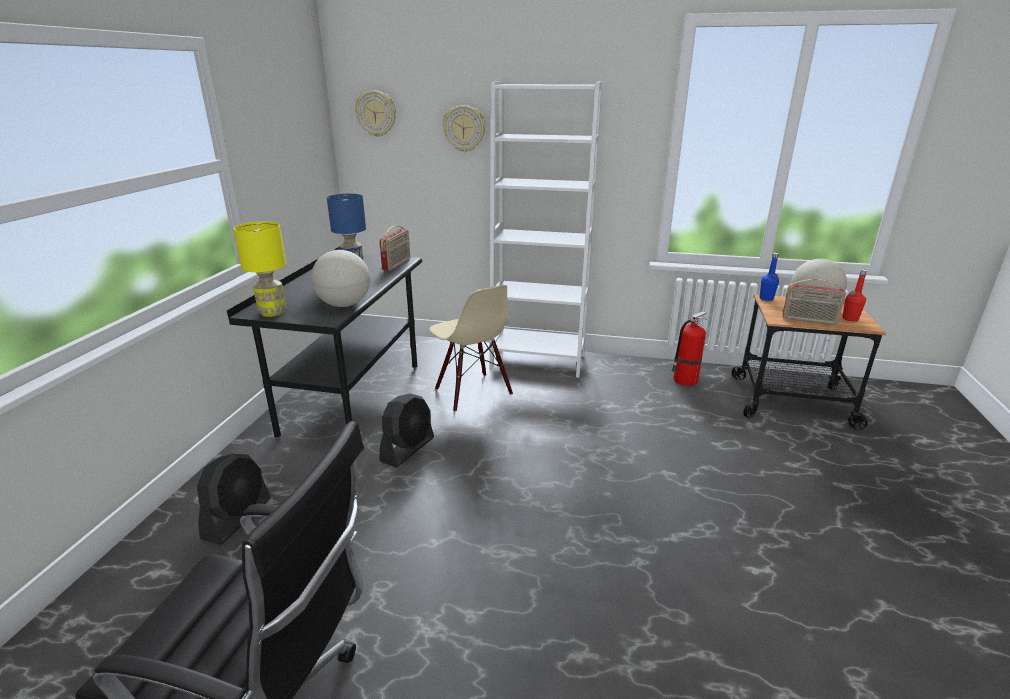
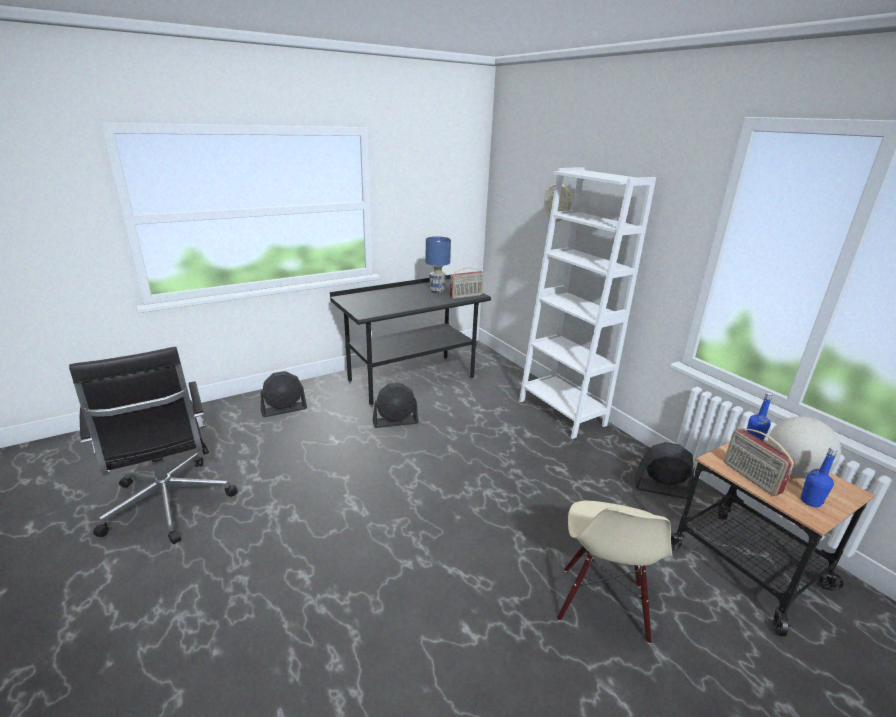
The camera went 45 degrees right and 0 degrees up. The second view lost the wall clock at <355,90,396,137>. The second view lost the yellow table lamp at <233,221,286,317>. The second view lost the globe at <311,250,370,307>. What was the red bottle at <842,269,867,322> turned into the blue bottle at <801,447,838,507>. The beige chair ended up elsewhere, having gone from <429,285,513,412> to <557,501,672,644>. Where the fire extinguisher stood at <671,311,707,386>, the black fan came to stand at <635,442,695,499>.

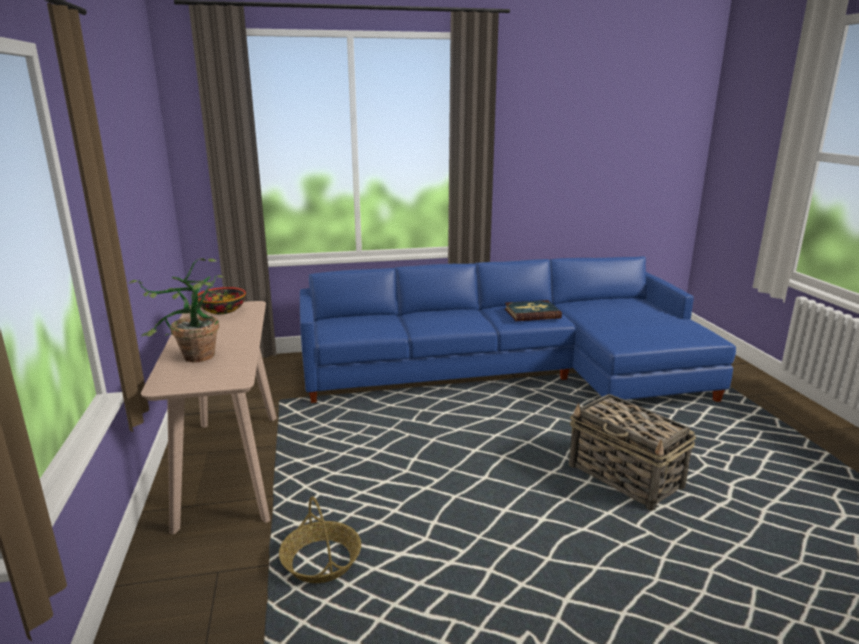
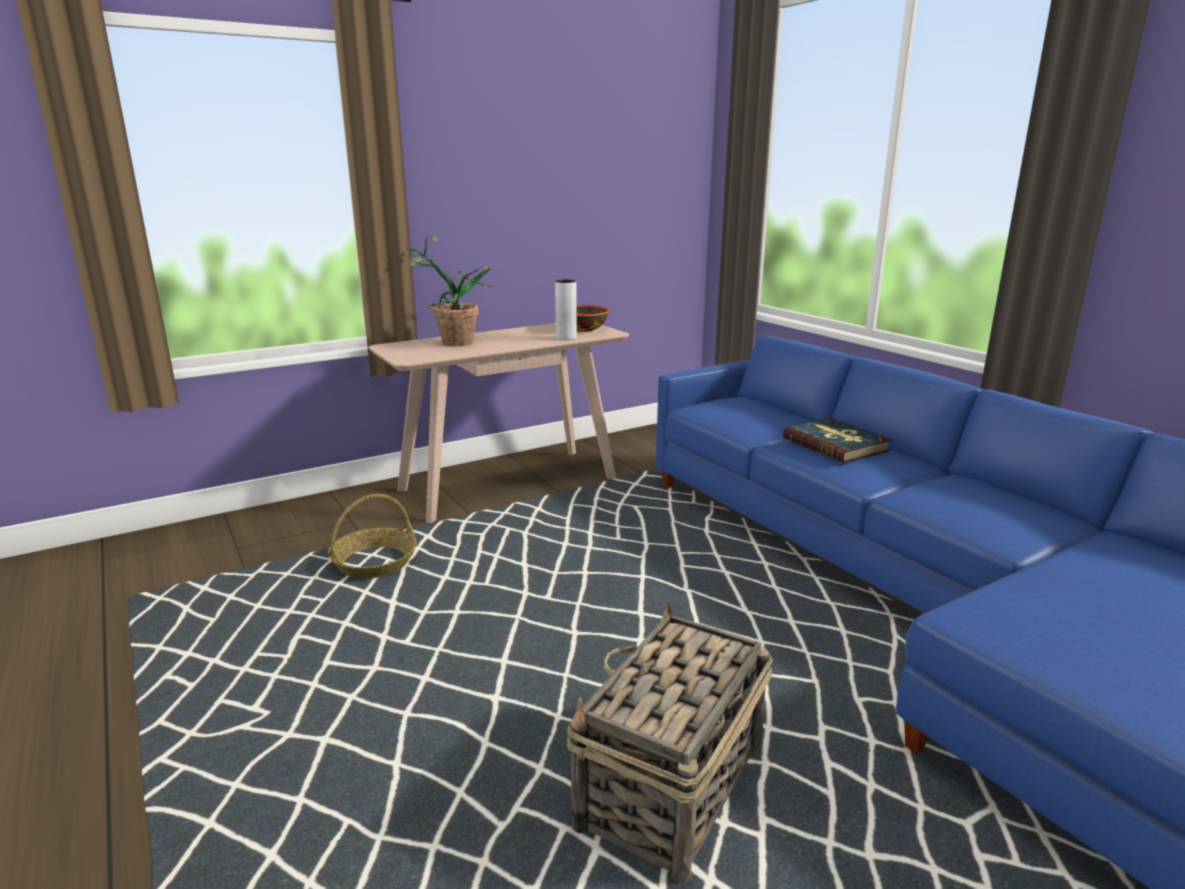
The camera went 70 degrees right and 0 degrees up. The book ended up elsewhere, having gone from <505,300,562,321> to <783,418,892,463>. The second view gained the grey vase at <555,279,577,340>.

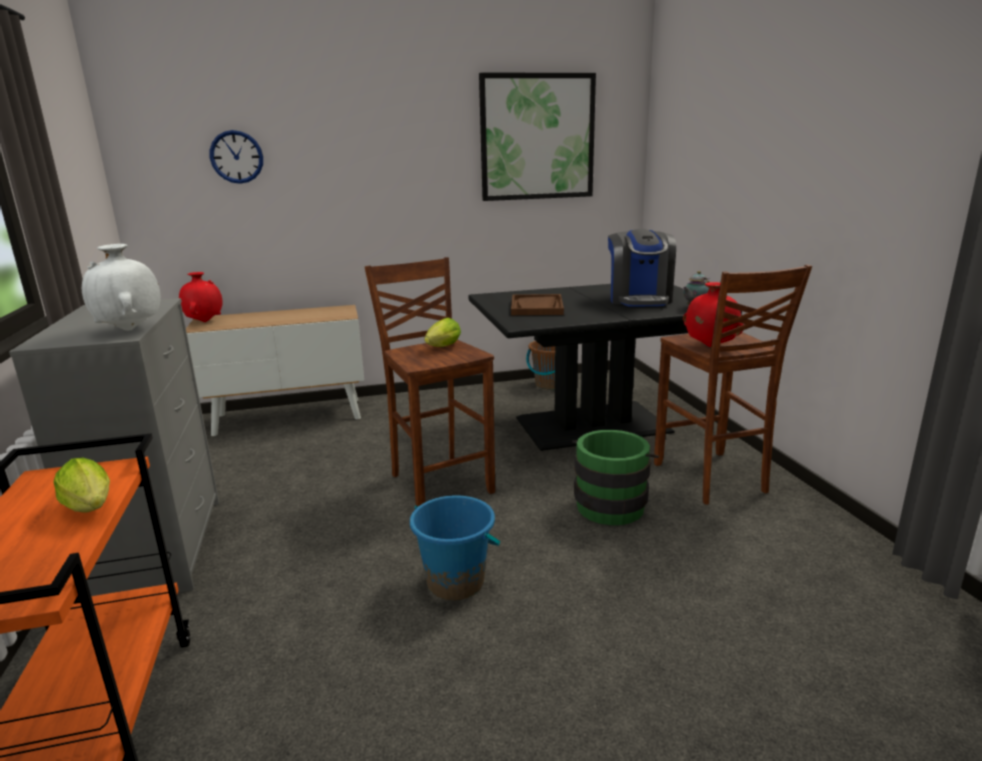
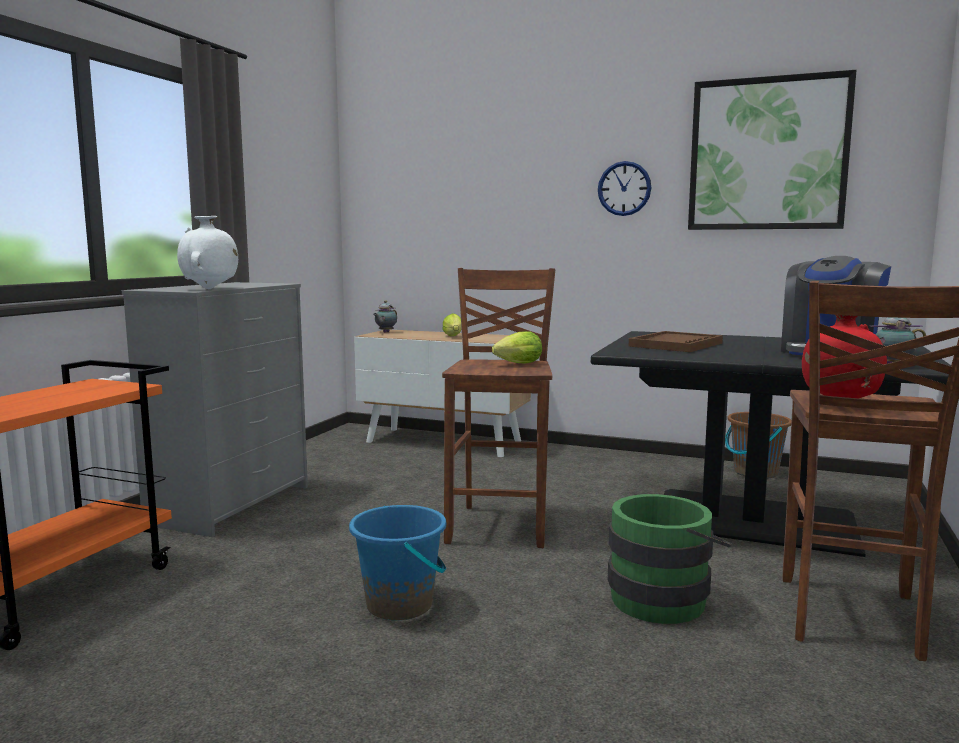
The camera went 35 degrees right and 10 degrees down. The wall clock ended up elsewhere, having gone from <210,130,263,184> to <598,161,651,216>. Where the red vase stood at <179,272,223,322>, the teapot came to stand at <373,301,397,333>. The lettuce ended up elsewhere, having gone from <53,458,110,513> to <442,313,462,336>.

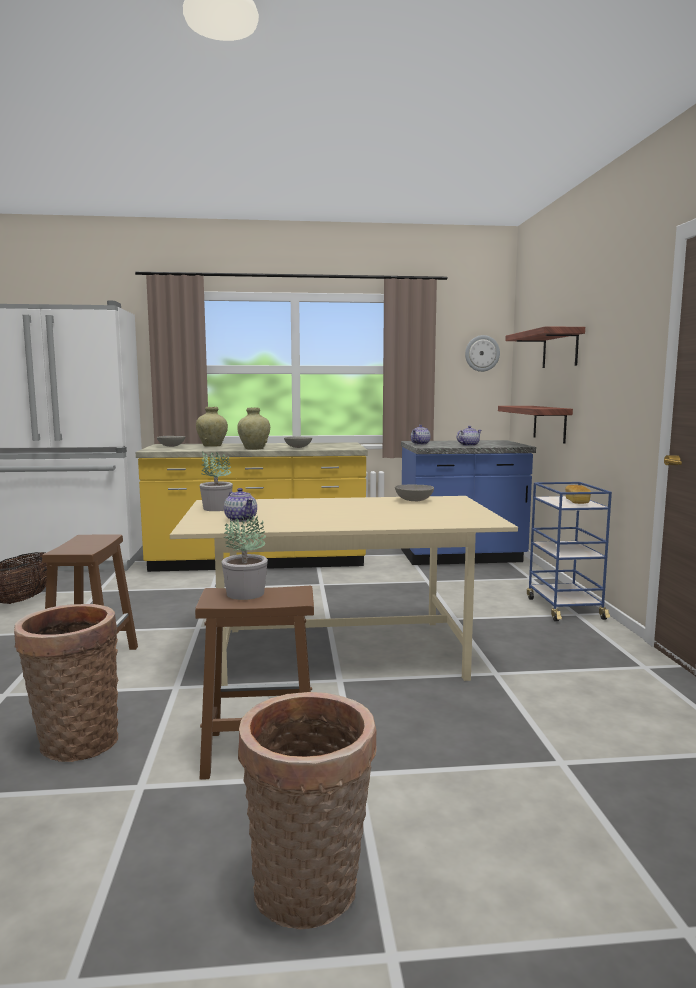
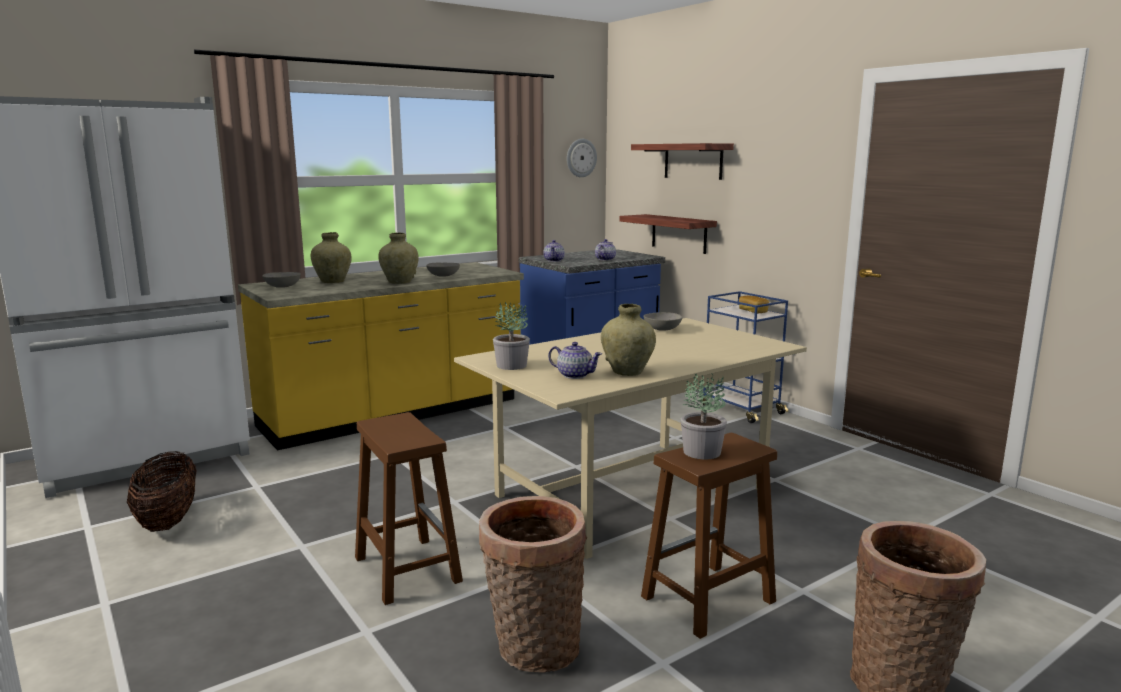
The camera went 30 degrees left and 5 degrees up. The second view gained the beige vase at <601,304,656,376>.

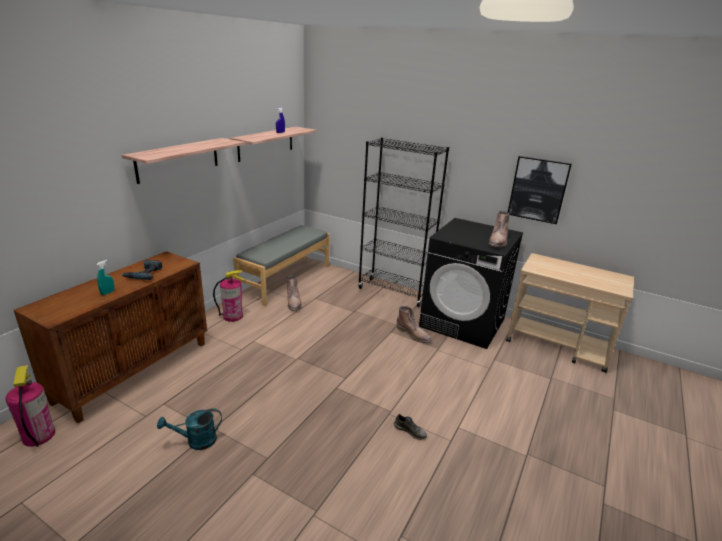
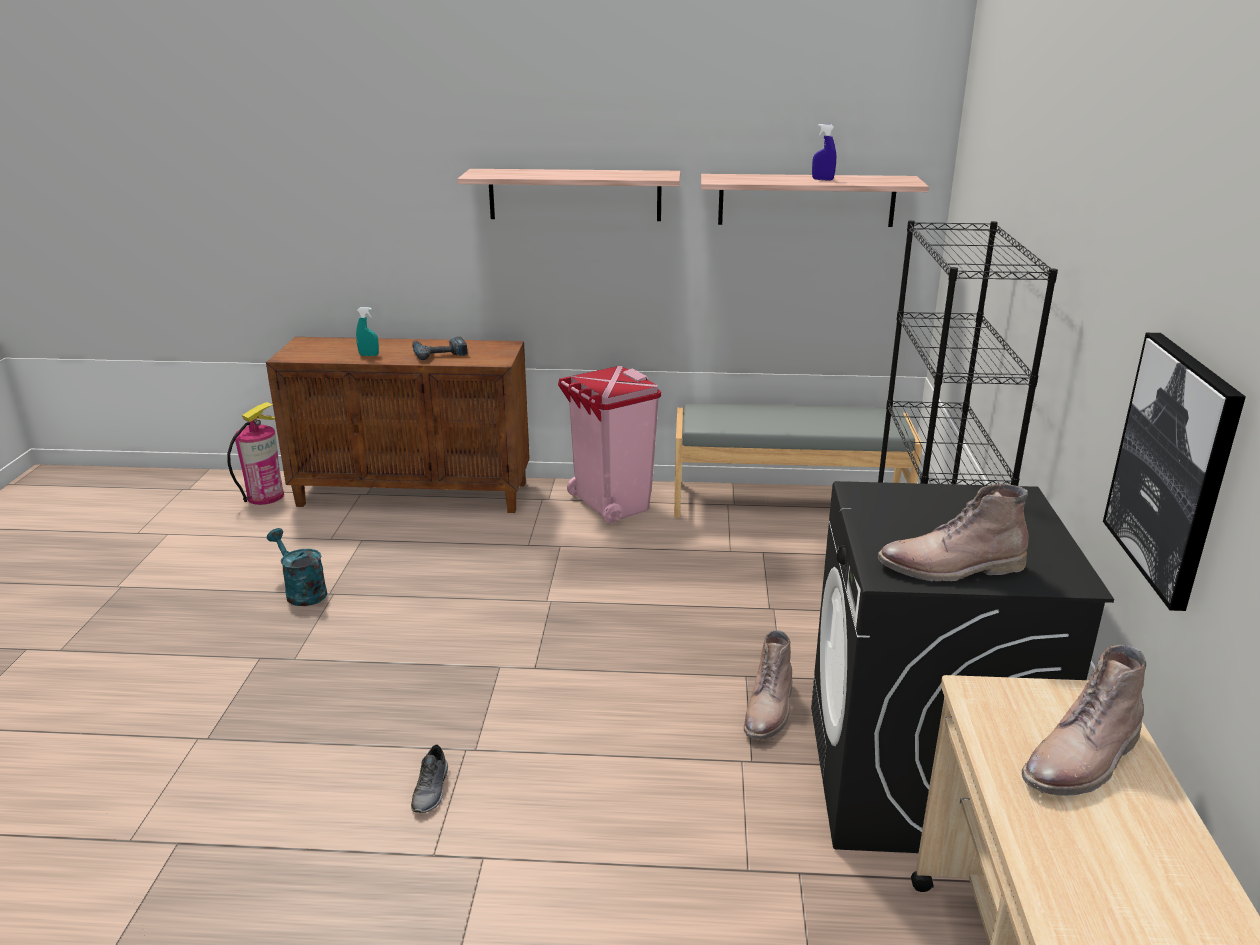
The camera went 65 degrees right and 0 degrees up. Where the fire extinguisher stood at <213,270,244,322>, the pink trash can came to stand at <558,366,661,524>. The brown boot ended up elsewhere, having gone from <287,275,302,311> to <1022,645,1146,796>.

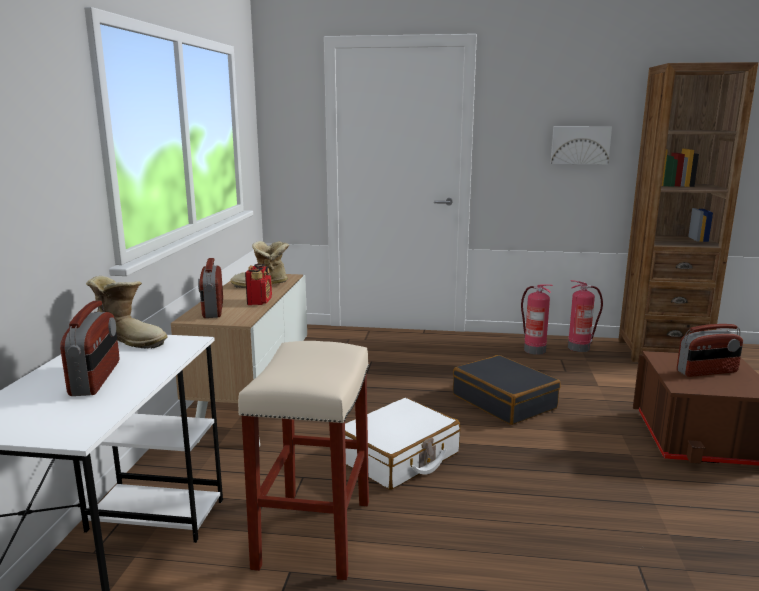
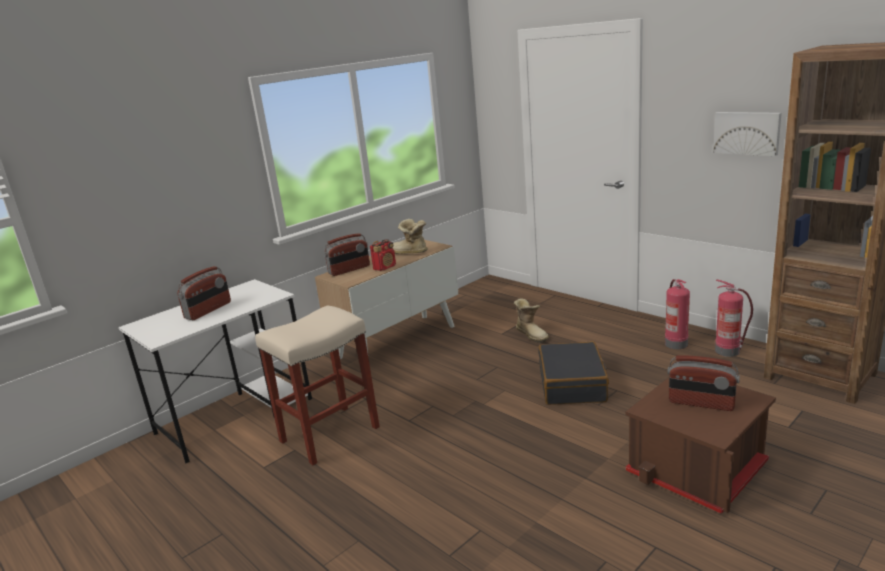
The camera went 40 degrees right and 5 degrees up. The radio at <198,258,223,318> ended up facing another way, 150 degrees counterclockwise from before. The boot ended up elsewhere, having gone from <86,276,168,349> to <514,299,549,343>. The second view lost the white suitcase at <345,398,460,490>.

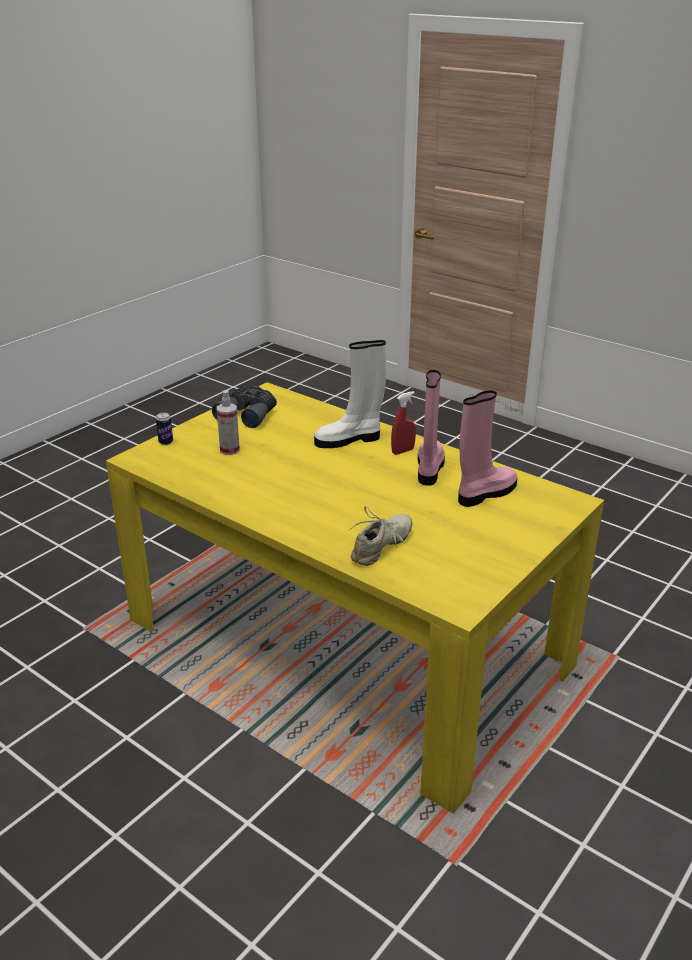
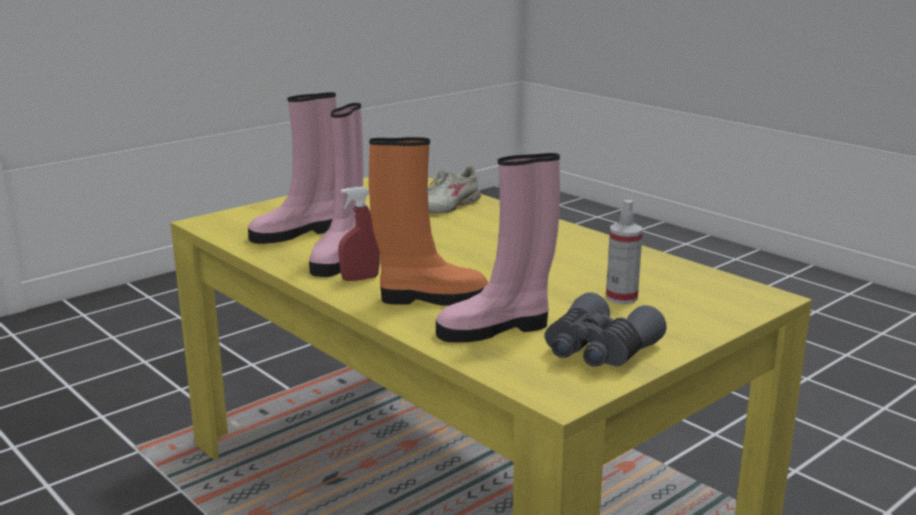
The camera went 170 degrees left and 10 degrees down. What was the white boot at <314,340,386,448> turned into the orange boot at <369,137,488,306>. The second view lost the can at <156,412,173,445>. The second view gained the pink boot at <436,153,560,343>.

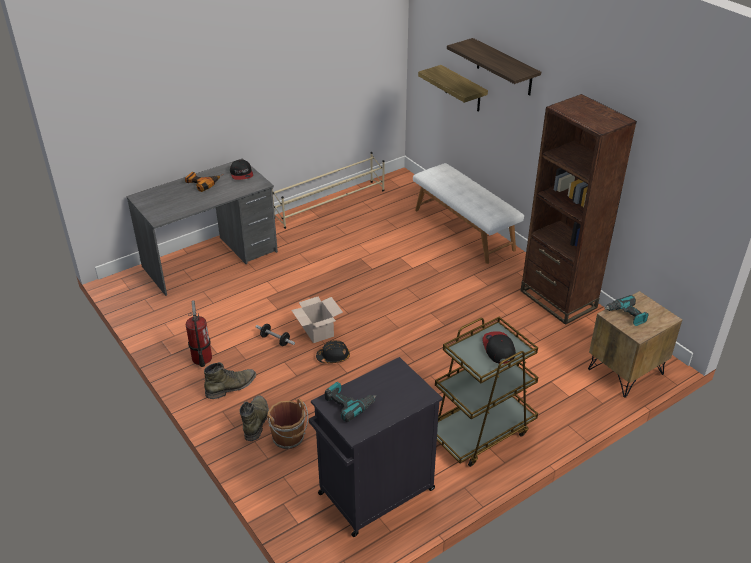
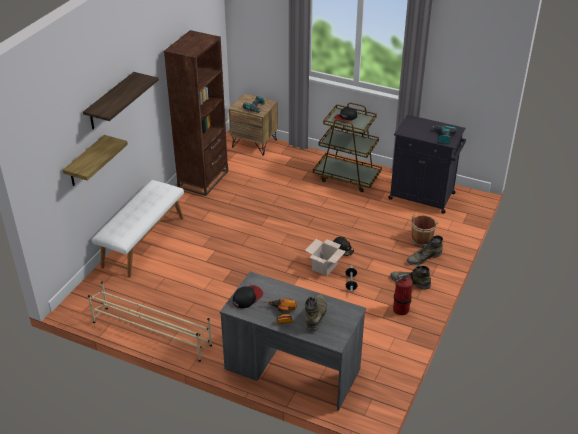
The camera went 120 degrees left and 0 degrees up. The second view gained the green boot at <305,294,328,331>.

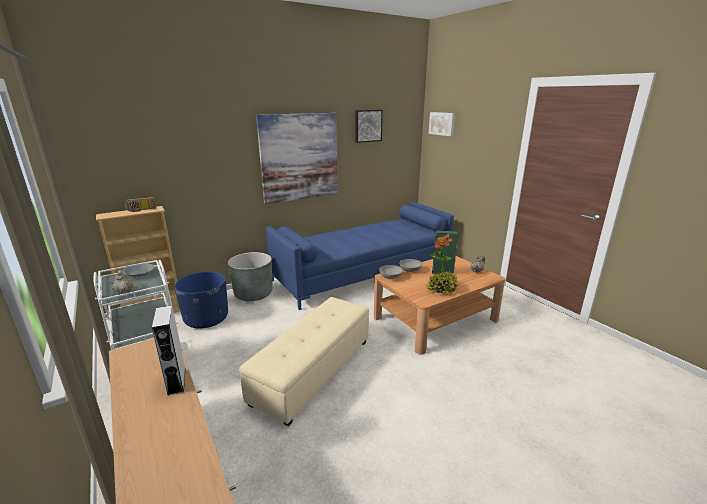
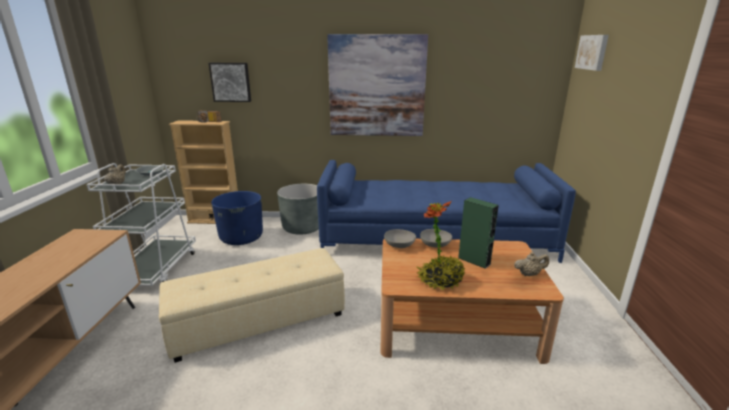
The camera went 35 degrees right and 0 degrees up. The picture ended up elsewhere, having gone from <355,110,383,143> to <209,63,251,102>. The second view lost the grey speaker at <152,305,185,396>.

